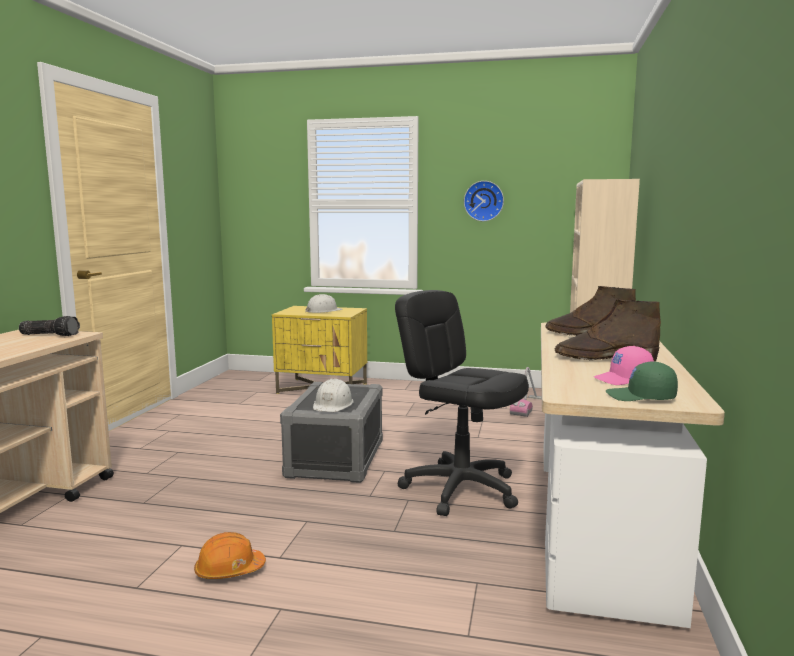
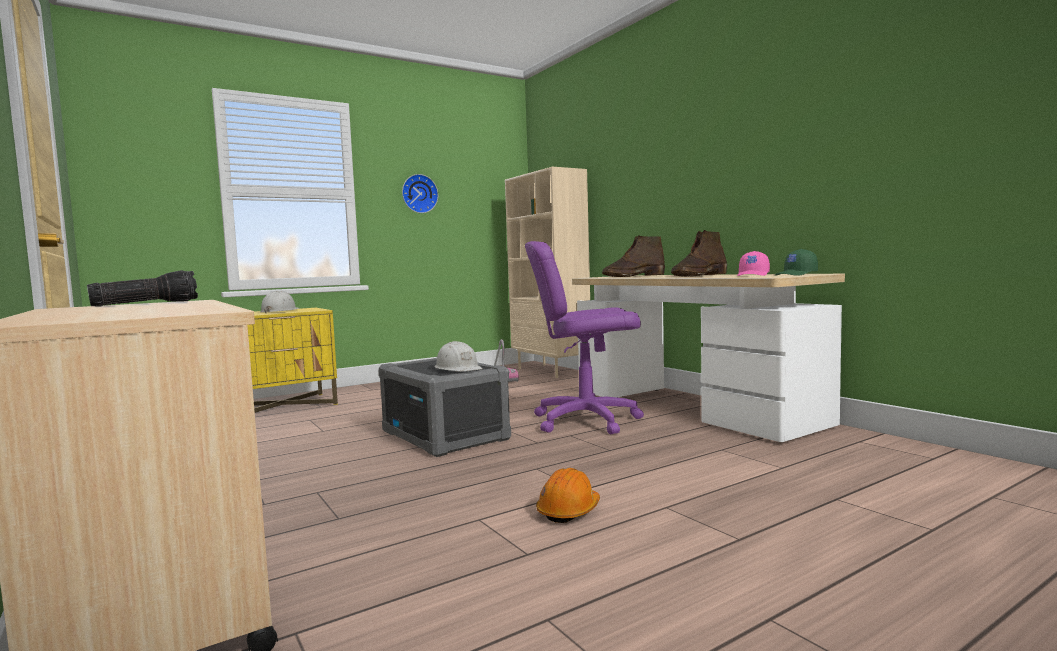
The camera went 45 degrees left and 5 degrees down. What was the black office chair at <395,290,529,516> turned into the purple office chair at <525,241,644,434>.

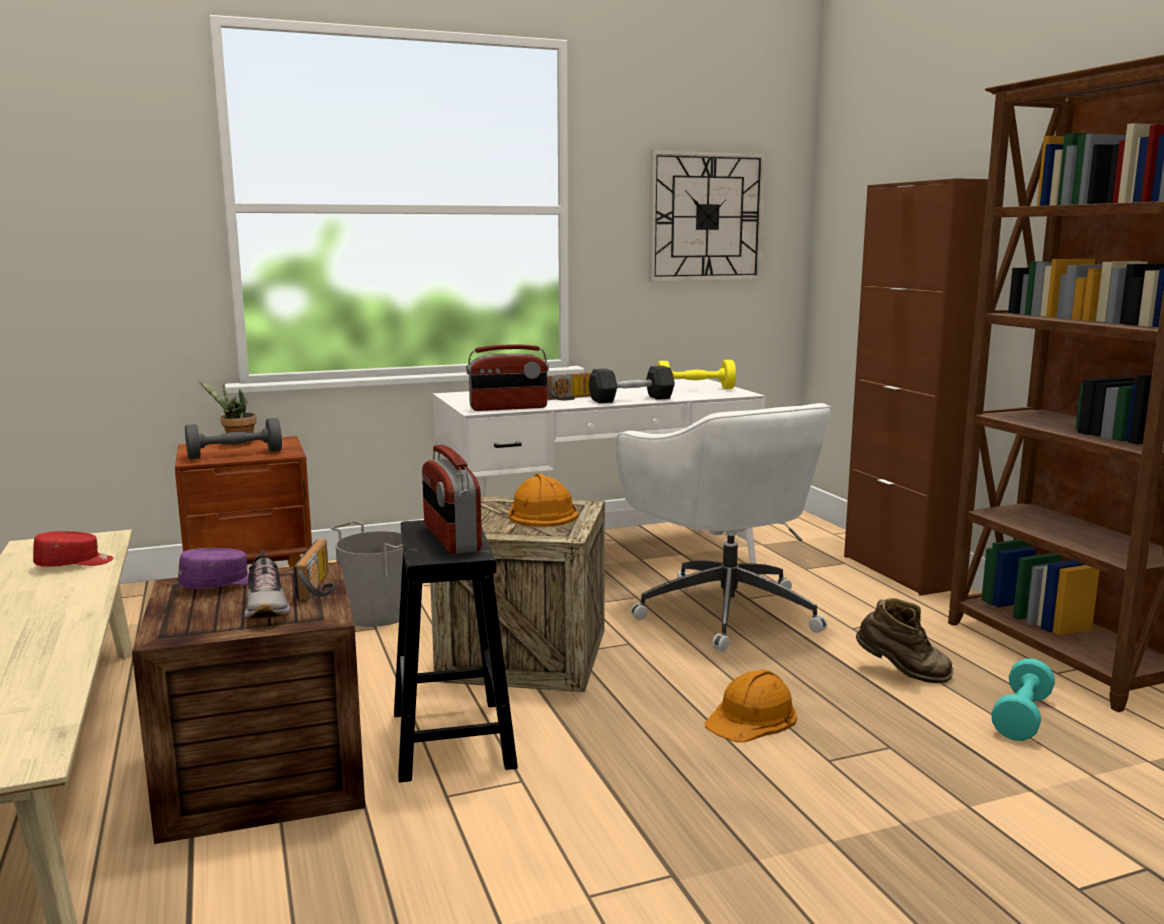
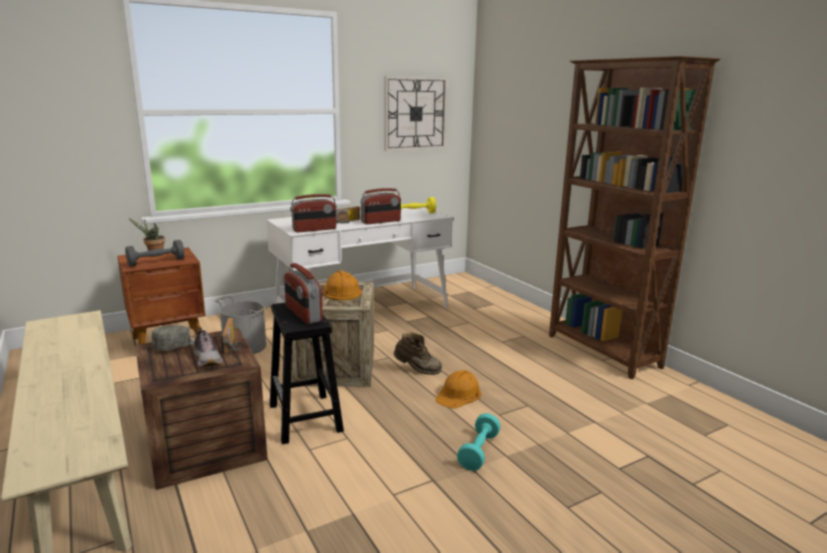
The camera went 10 degrees left and 5 degrees up. The second view lost the brown cabinet at <844,178,1005,596>. Where the grey dumbbell stood at <588,366,675,403>, the radio came to stand at <360,188,401,224>. The second view lost the white office chair at <615,403,832,652>. The second view lost the red cap at <33,531,113,567>. What was the purple cap at <178,548,249,589> turned into the grey cap at <152,326,195,351>. The brown boot ended up elsewhere, having gone from <856,598,953,683> to <394,332,442,375>. The turquoise dumbbell ended up elsewhere, having gone from <991,658,1055,741> to <457,413,501,471>.

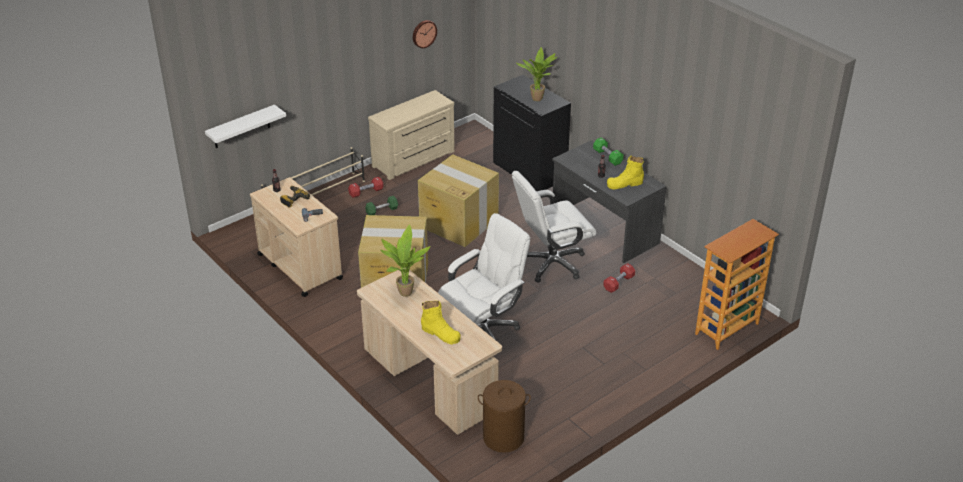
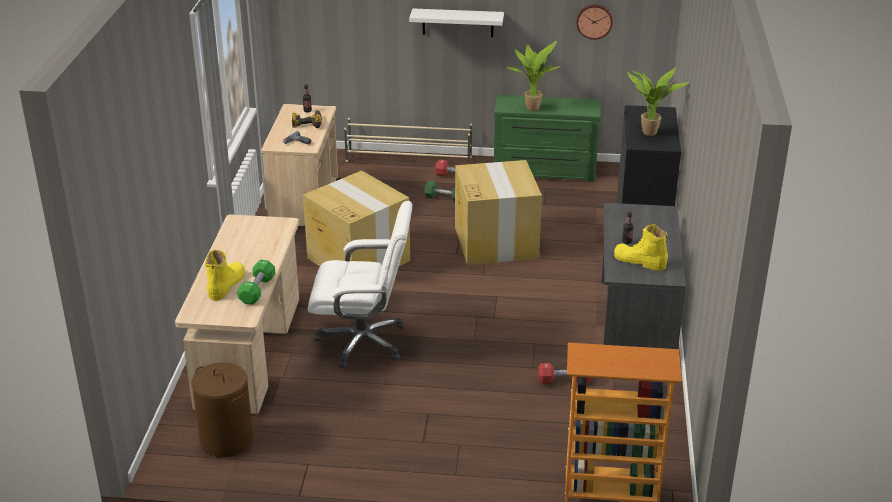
The camera went 45 degrees right and 5 degrees down. What was the beige dresser at <368,90,455,180> turned into the green dresser at <494,95,601,182>. The white shelf ended up elsewhere, having gone from <205,104,286,148> to <409,8,504,37>. The green dumbbell ended up elsewhere, having gone from <593,137,624,166> to <237,260,276,305>. The second view lost the white office chair at <512,171,597,283>. The potted plant ended up elsewhere, having gone from <380,225,431,297> to <505,41,560,111>. The yellow boot at <421,301,461,345> ended up facing another way, 150 degrees counterclockwise from before.

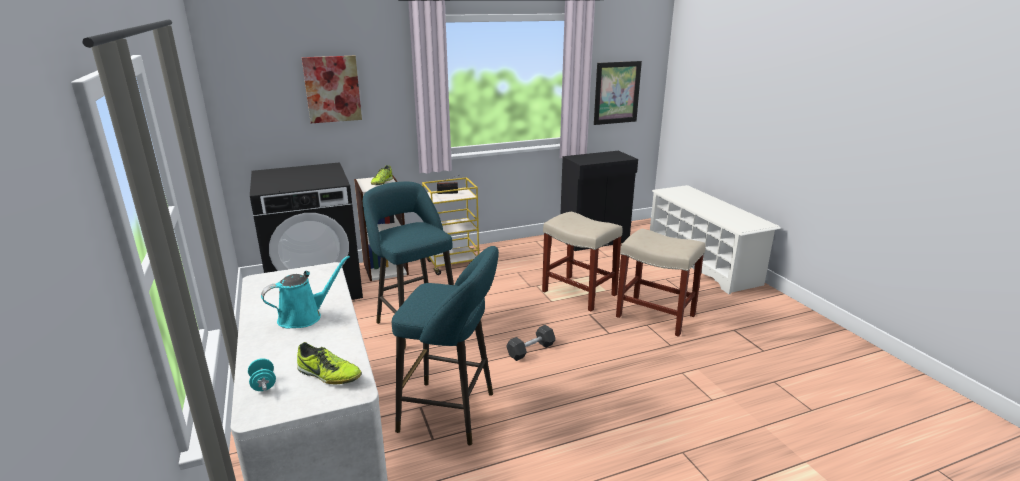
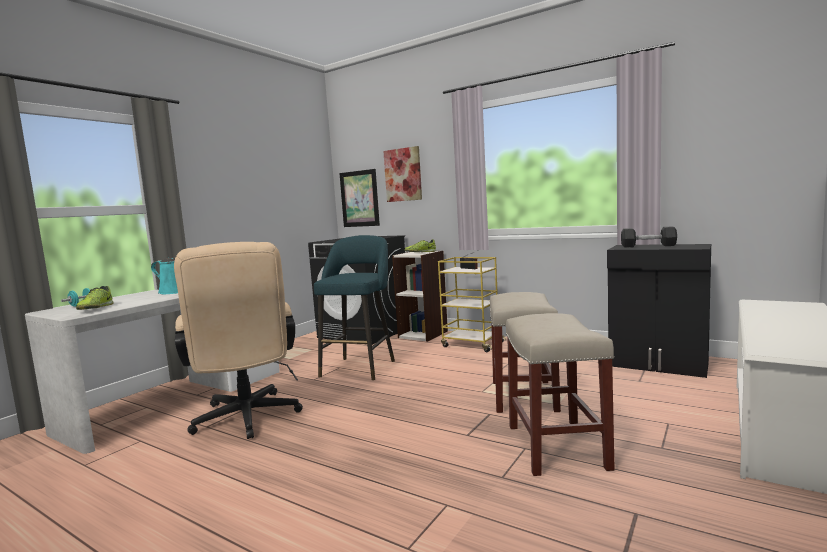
The camera went 55 degrees right and 15 degrees down. The picture ended up elsewhere, having gone from <594,61,642,125> to <339,169,380,227>. Where the turquoise stool stood at <392,246,499,445>, the beige office chair came to stand at <174,242,303,439>. The grey dumbbell ended up elsewhere, having gone from <506,325,556,361> to <621,227,677,248>.

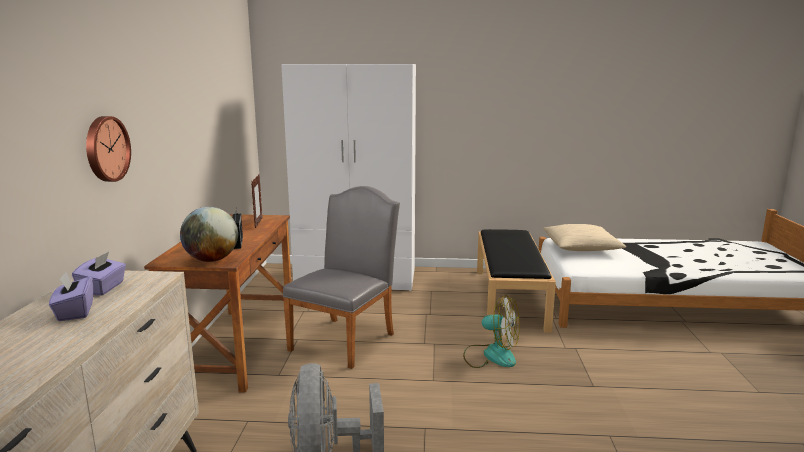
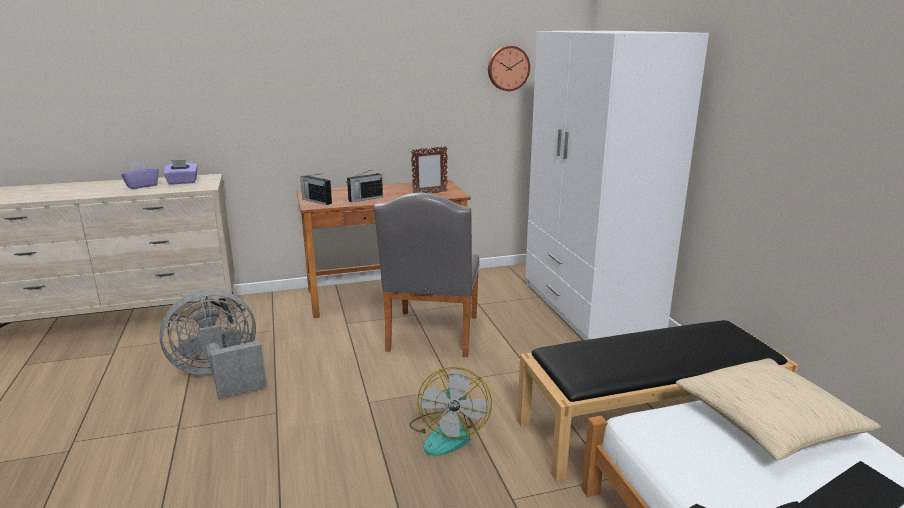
The camera went 70 degrees right and 5 degrees up. The wall clock ended up elsewhere, having gone from <86,116,131,182> to <488,46,530,91>. The grey chair at <282,186,400,369> ended up facing another way, 90 degrees clockwise from before. Where the globe stood at <180,207,238,262>, the radio came to stand at <301,173,332,205>.

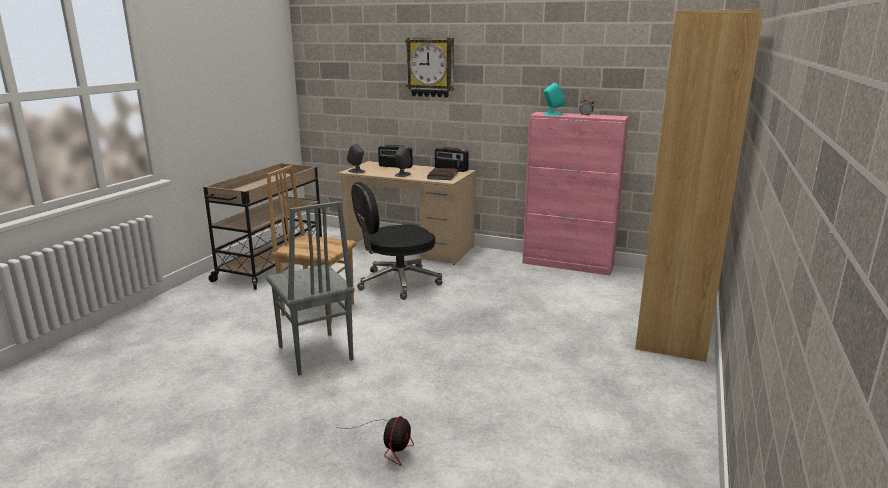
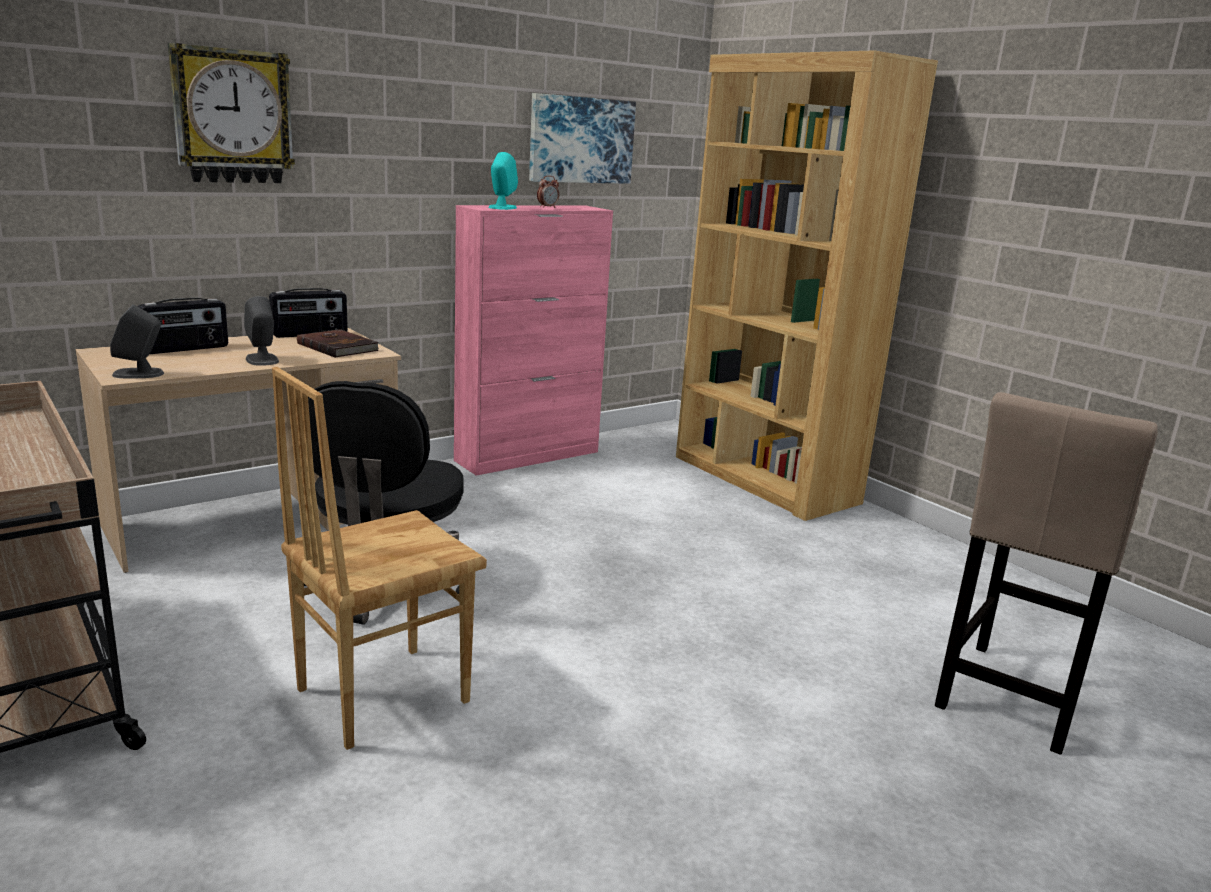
The camera went 60 degrees left and 0 degrees up. The second view lost the grey chair at <266,201,355,375>. The second view lost the fan at <337,416,414,466>. The second view gained the picture at <529,93,636,184>. The second view gained the beige stool at <935,392,1158,755>.

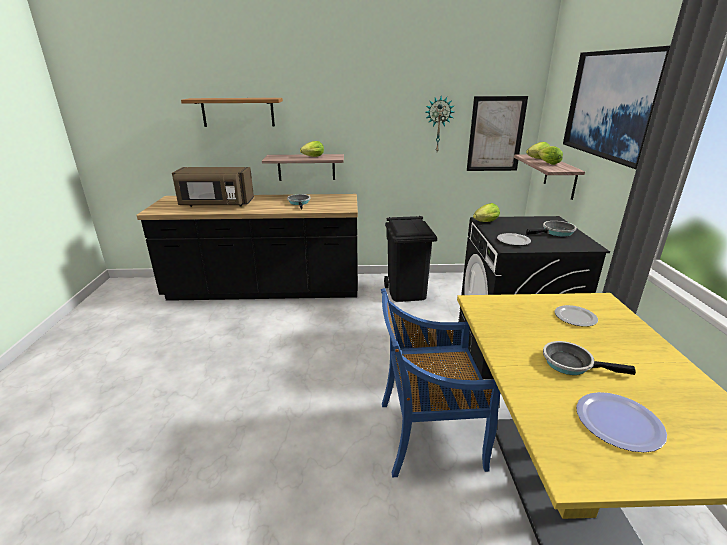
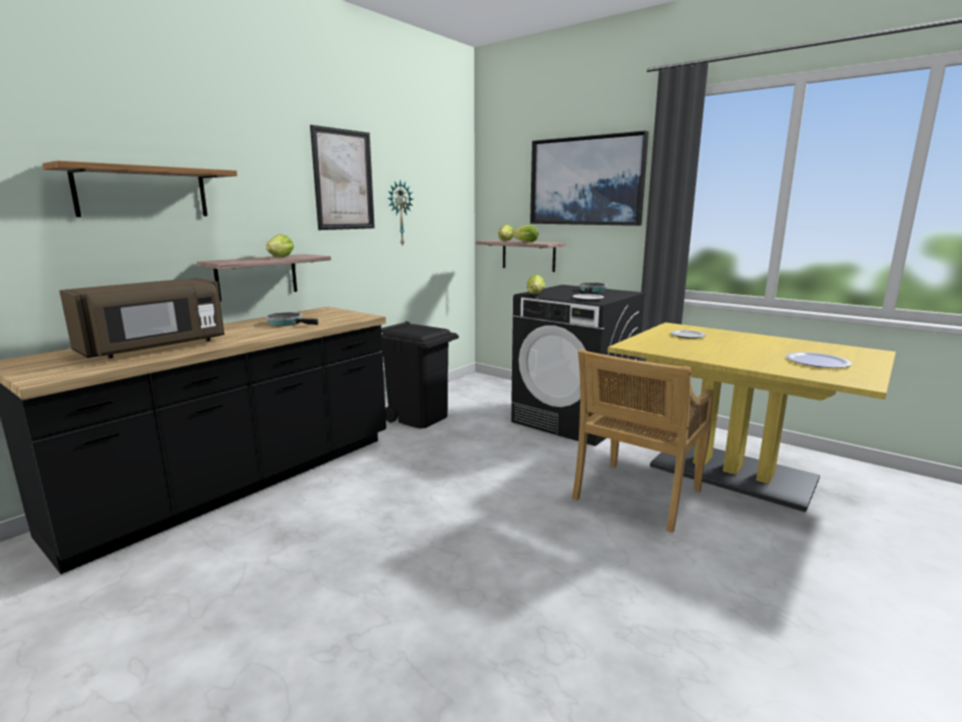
The camera went 50 degrees left and 10 degrees down. The picture ended up elsewhere, having gone from <467,96,528,171> to <310,125,375,230>. What was the blue chair at <381,288,500,477> turned into the beige chair at <572,349,713,533>. The second view lost the frying pan at <543,341,636,375>.

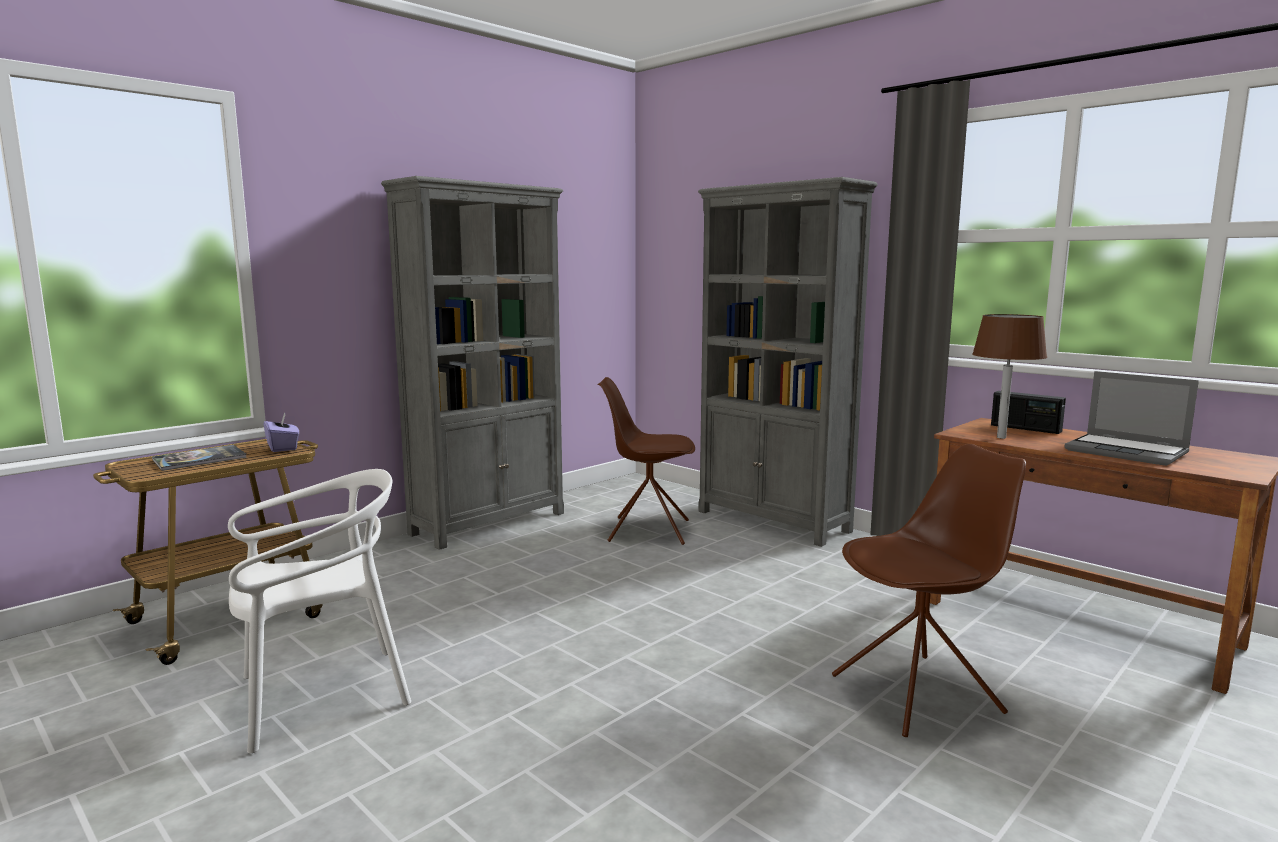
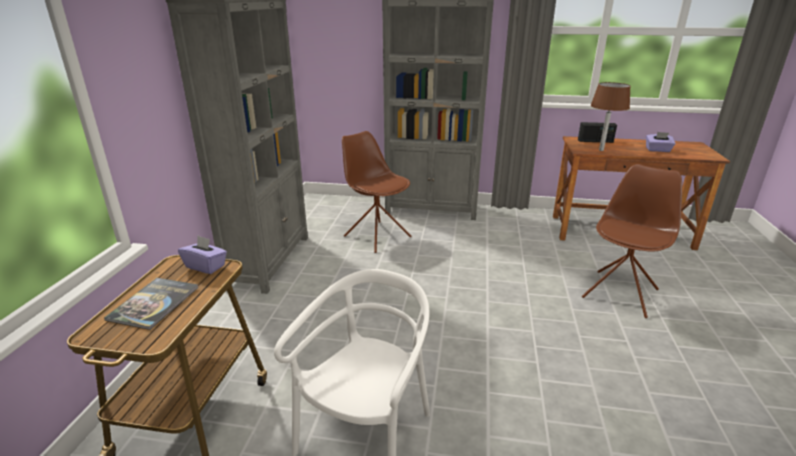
The camera went 35 degrees left and 15 degrees up. Where the laptop stood at <1065,371,1199,466>, the purple tissue box came to stand at <646,132,676,152>. The brown chair at <598,377,695,545> ended up facing another way, 75 degrees clockwise from before.

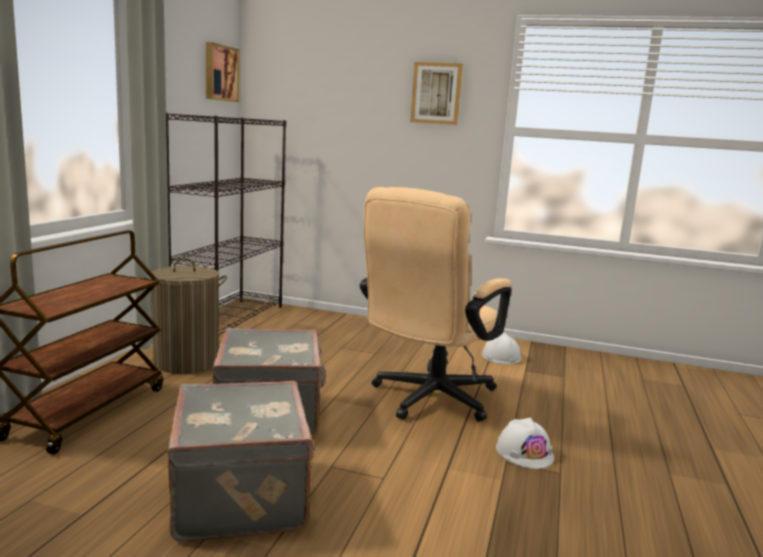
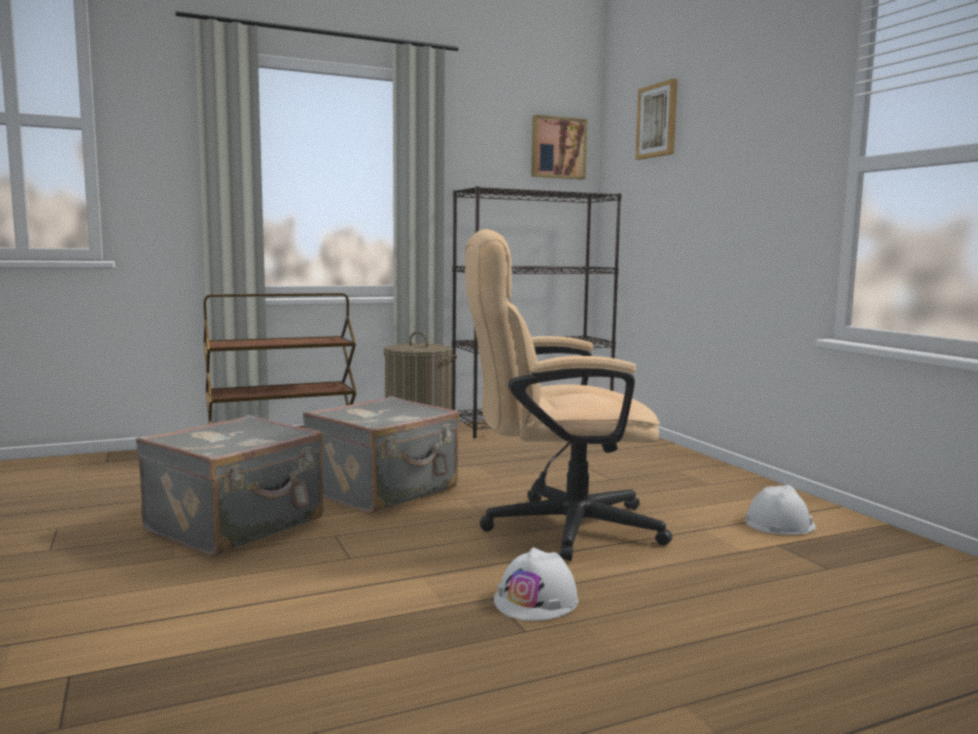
The camera went 50 degrees right and 5 degrees down. The picture ended up elsewhere, having gone from <410,62,463,125> to <635,79,678,160>.

